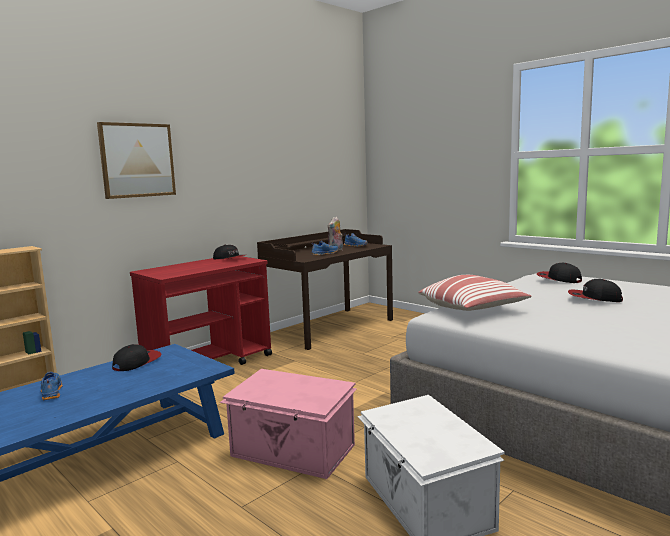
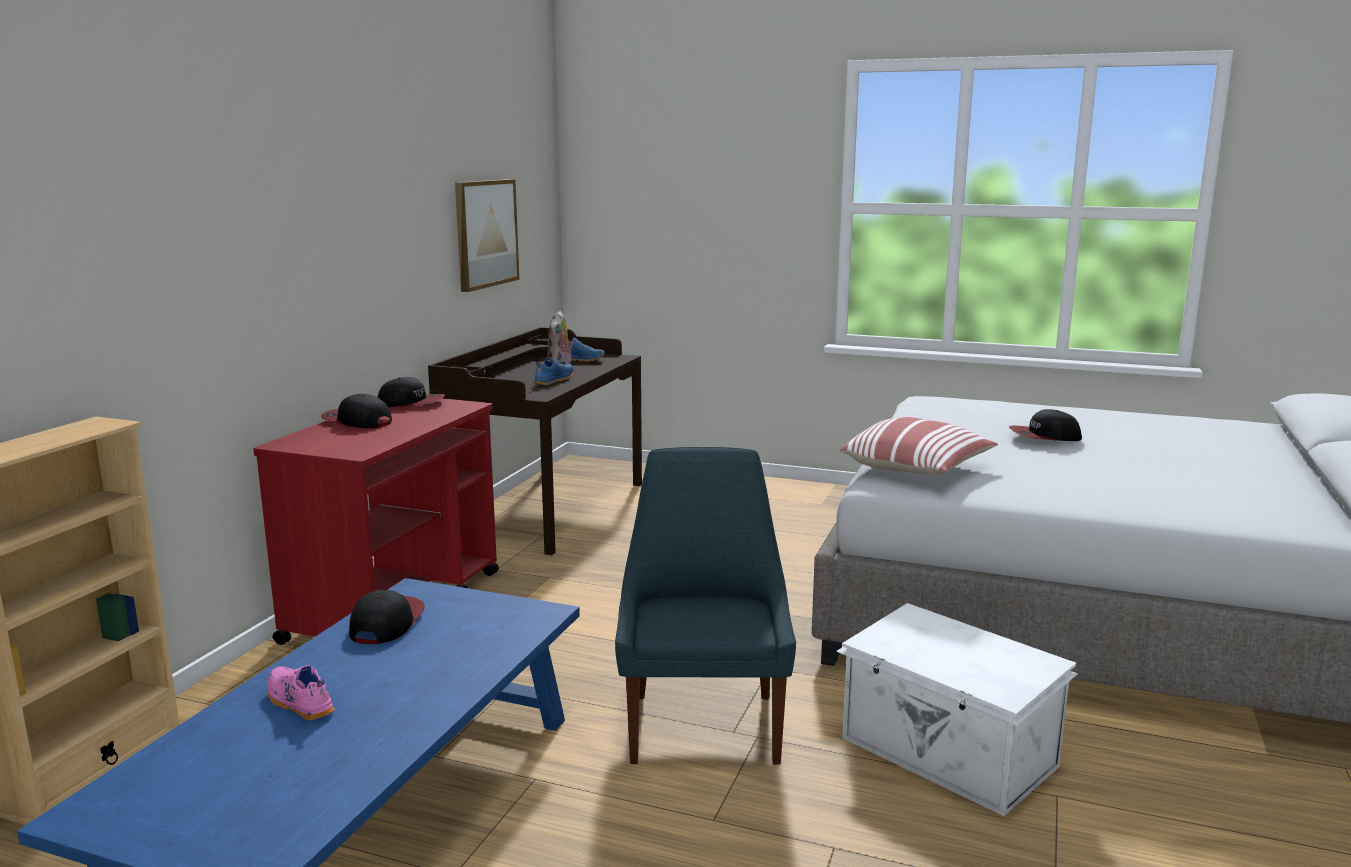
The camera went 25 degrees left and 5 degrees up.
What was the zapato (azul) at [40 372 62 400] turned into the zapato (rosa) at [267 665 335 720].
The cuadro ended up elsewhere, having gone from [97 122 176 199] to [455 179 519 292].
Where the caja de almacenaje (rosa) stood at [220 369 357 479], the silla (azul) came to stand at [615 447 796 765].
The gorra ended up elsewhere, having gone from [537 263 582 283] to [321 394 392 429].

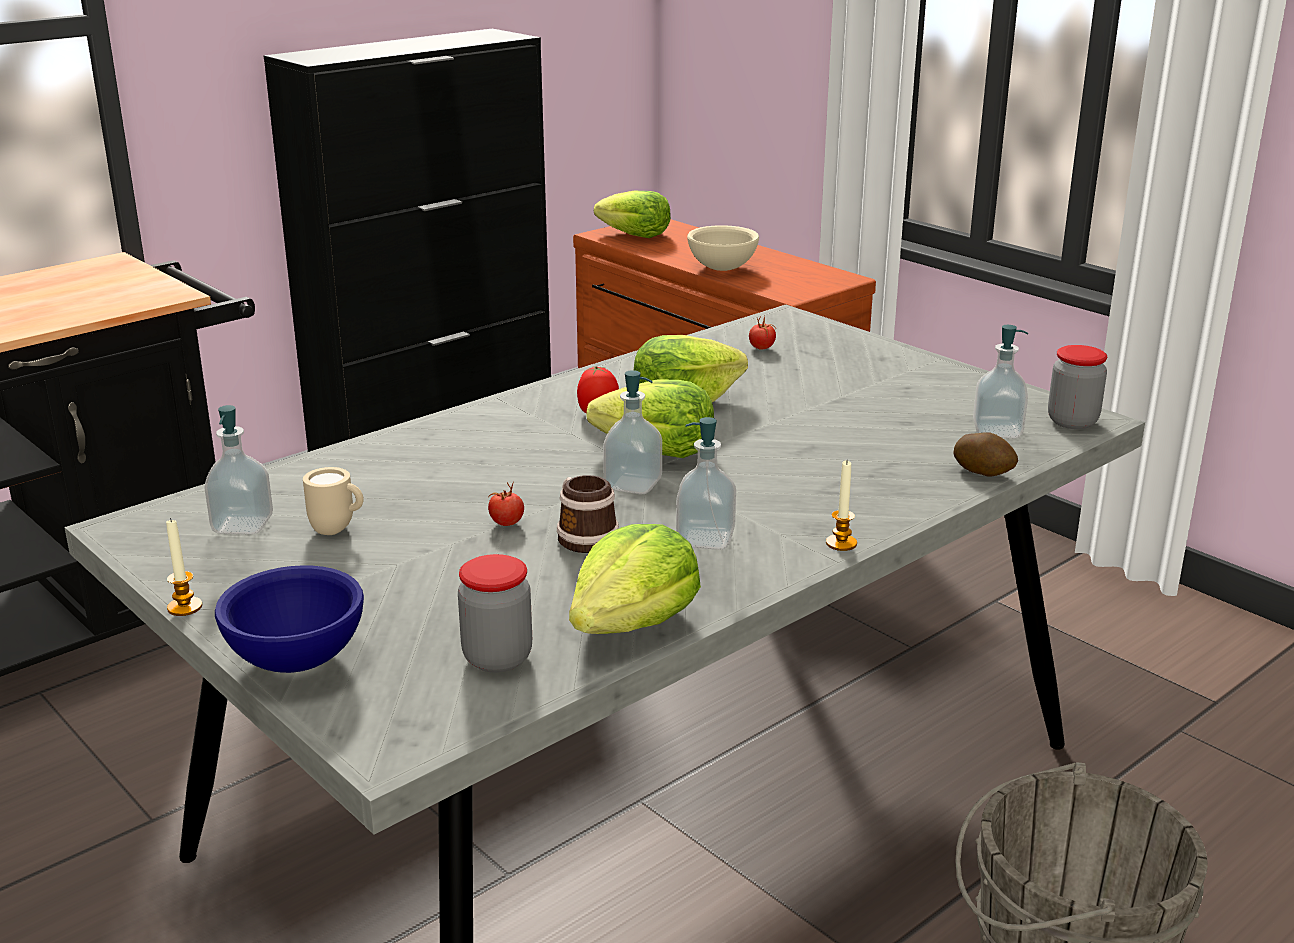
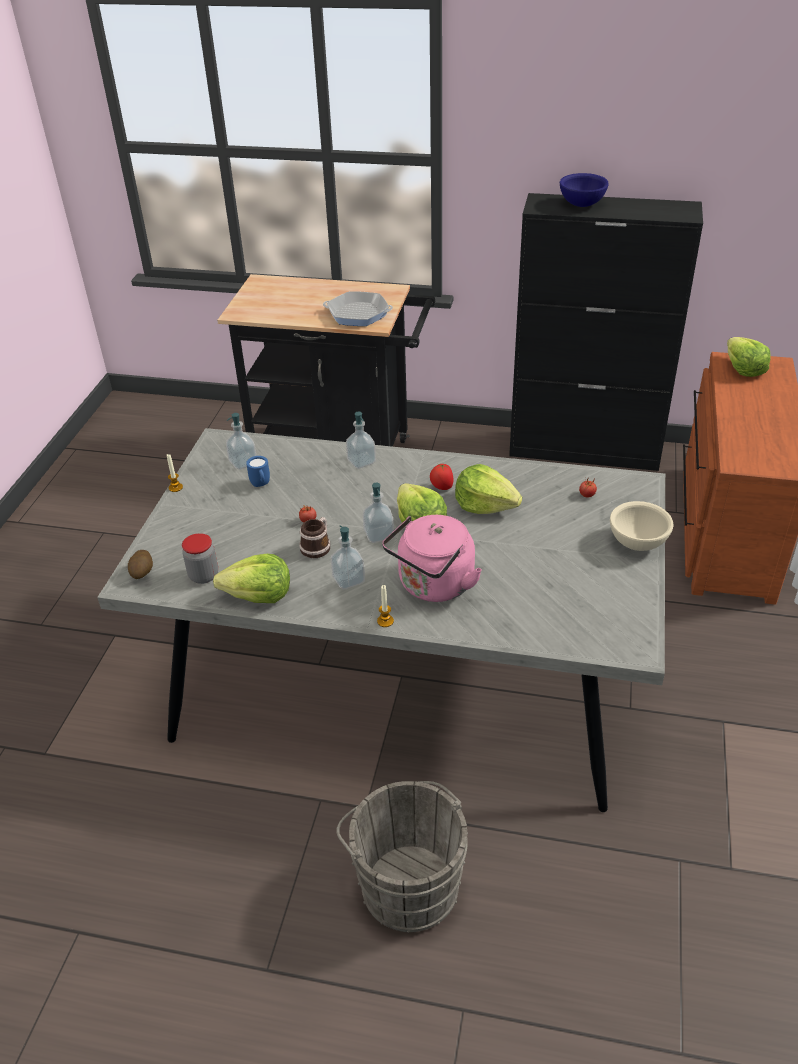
The camera went 55 degrees right and 15 degrees up.
The cuenco (azul) ended up elsewhere, having gone from [215 565 364 673] to [560 173 609 207].
What was the taza grande (beis) at [303 467 364 535] turned into the taza grande (azul) at [246 456 270 487].
The cuenco (beis) ended up elsewhere, having gone from [687 225 759 271] to [610 501 673 551].
The patata ended up elsewhere, having gone from [953 433 1018 476] to [128 550 153 579].
The dispensador de jabón ended up elsewhere, having gone from [973 325 1028 439] to [346 412 376 469].
The second view lost the tarro at [1048 345 1107 429].
The second view gained the sartén at [323 291 393 326].
The second view gained the hervidor (rosa) at [382 515 482 602].

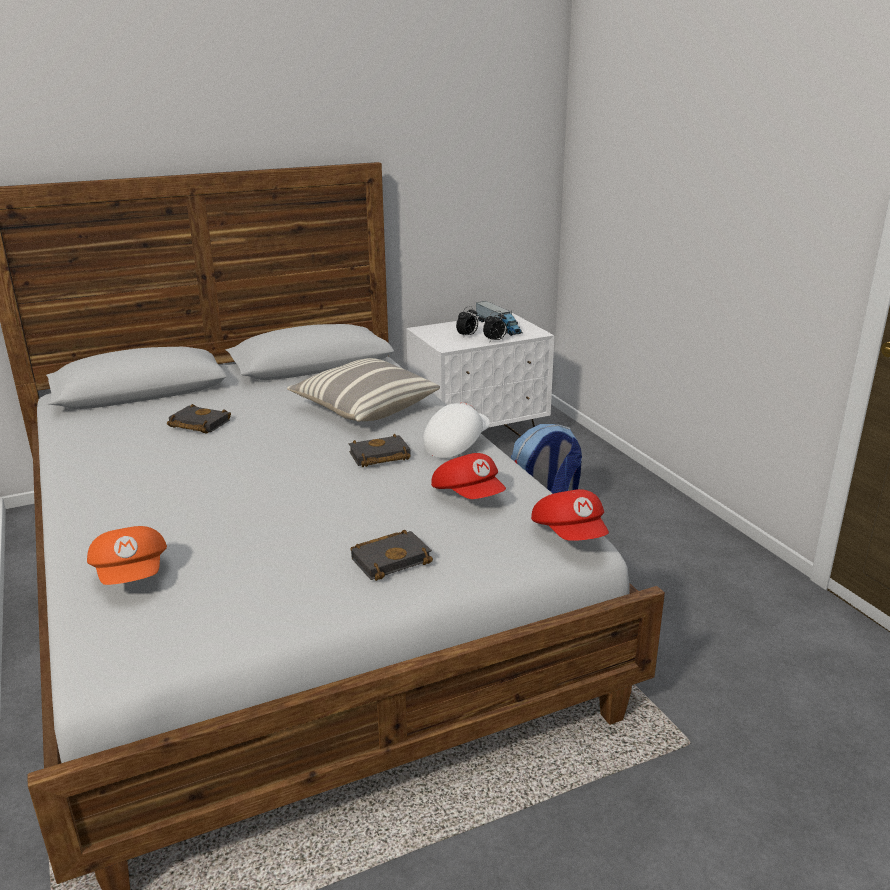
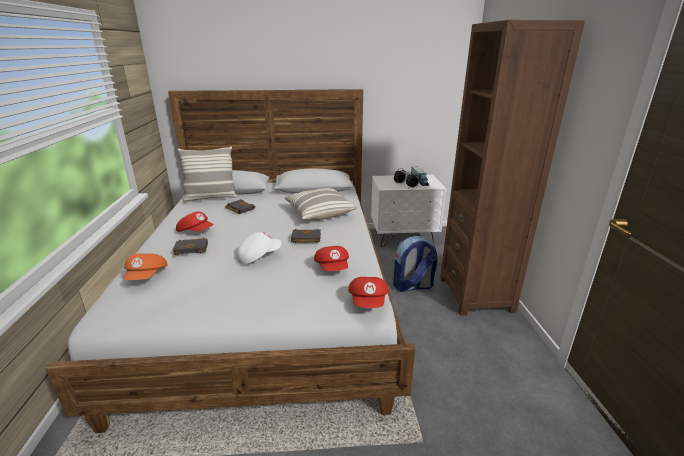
The camera went 20 degrees right and 0 degrees up.
The libro (negro) ended up elsewhere, having gone from [350 530 433 581] to [173 238 208 256].
The gorra (blanco) ended up elsewhere, having gone from [423 402 490 458] to [237 232 282 264].
The second view gained the gorra (rojo) at [176 212 214 232].
The second view gained the cojín at [178 147 238 203].
The second view gained the estantería (marrón) at [440 20 585 316].

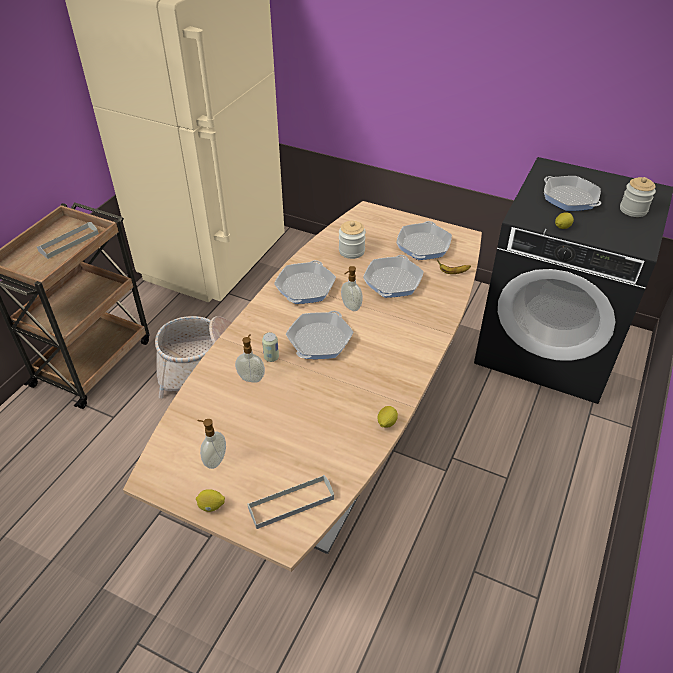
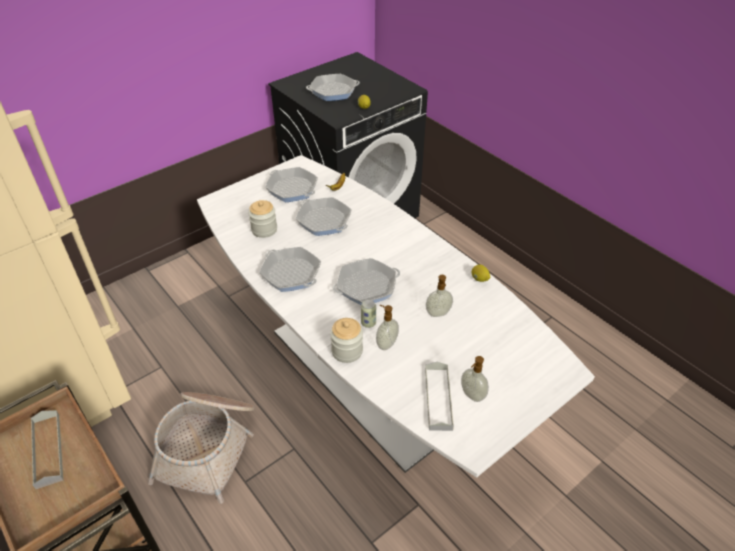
The camera went 65 degrees left and 0 degrees up.
What was the mesa de comedor (marrón) at [123 201 482 572] turned into the mesa de comedor (blanco) at [197 155 595 478].
The second view lost the limón at [196 489 225 512].
The bandeja (gris) ended up elsewhere, having gone from [247 475 334 529] to [425 362 454 431].
The sartén at [286 311 354 359] ended up facing another way, 105 degrees clockwise from before.
The dispensador de jabón ended up elsewhere, having gone from [341 266 362 311] to [426 275 453 317].
The tarro ended up elsewhere, having gone from [620 177 656 217] to [330 318 363 363].

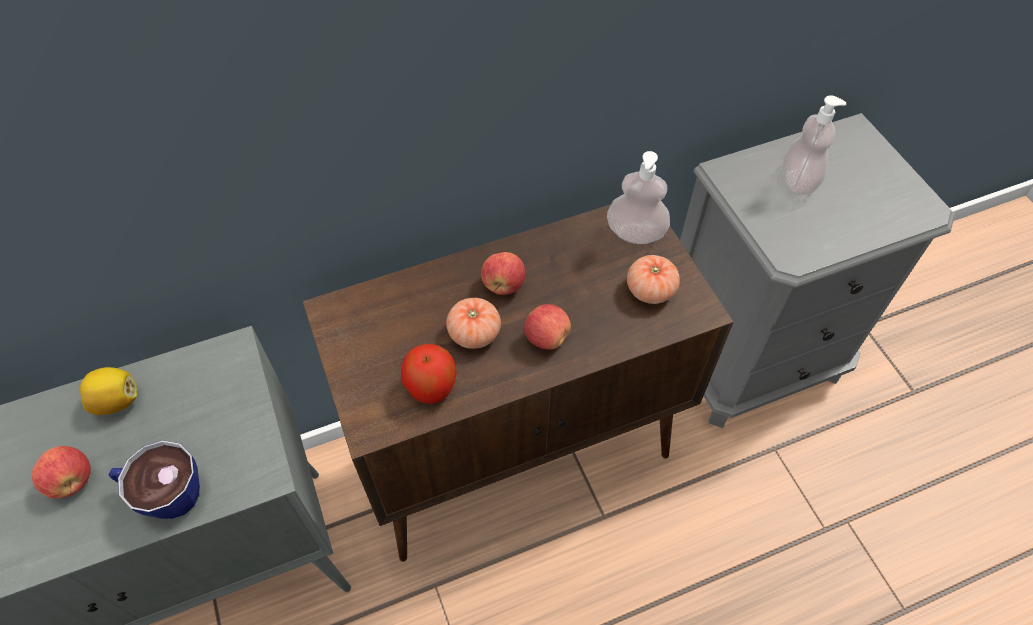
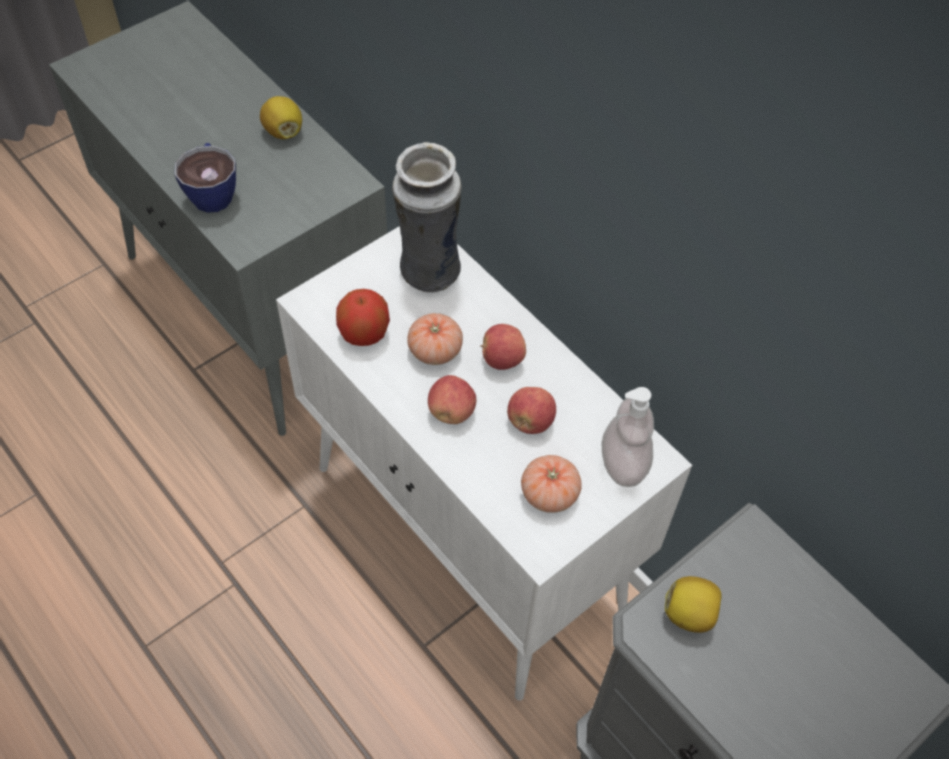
The camera went 70 degrees right and 0 degrees up.
The manzana ended up elsewhere, having gone from [32 446 91 499] to [507 387 556 434].
What was the armario (marrón) at [303 204 733 562] turned into the armario (blanco) at [276 226 692 701].
The second view lost the dispensador de jabón at [782 95 846 195].
The second view gained the florero at [392 142 462 292].
The second view gained the limón at [665 576 722 633].

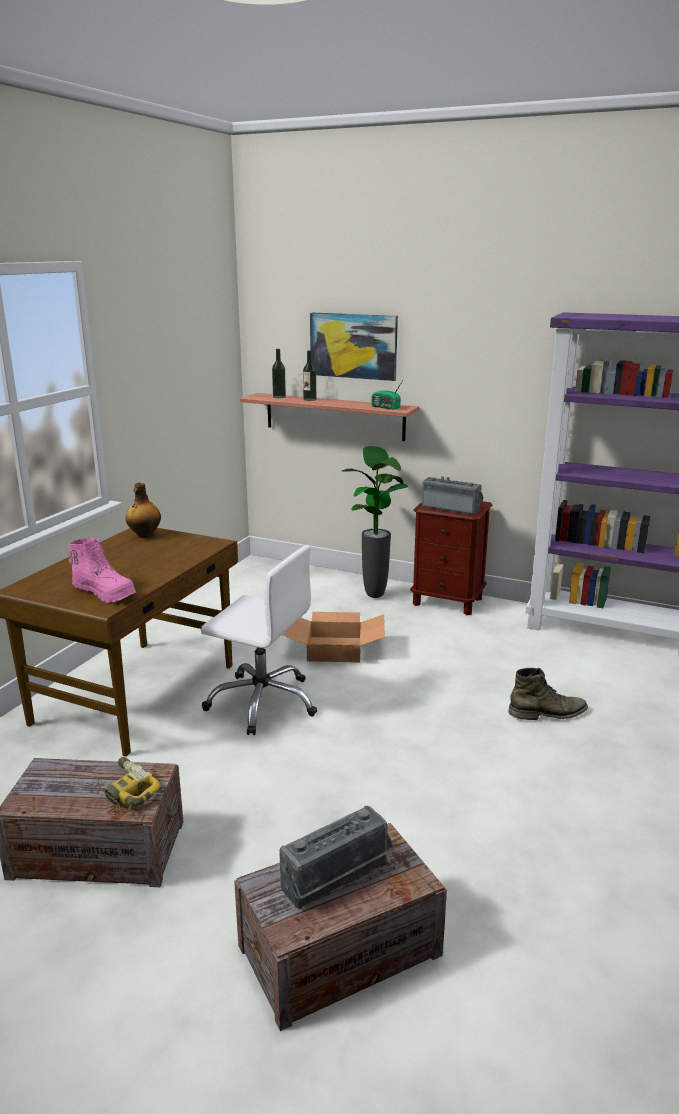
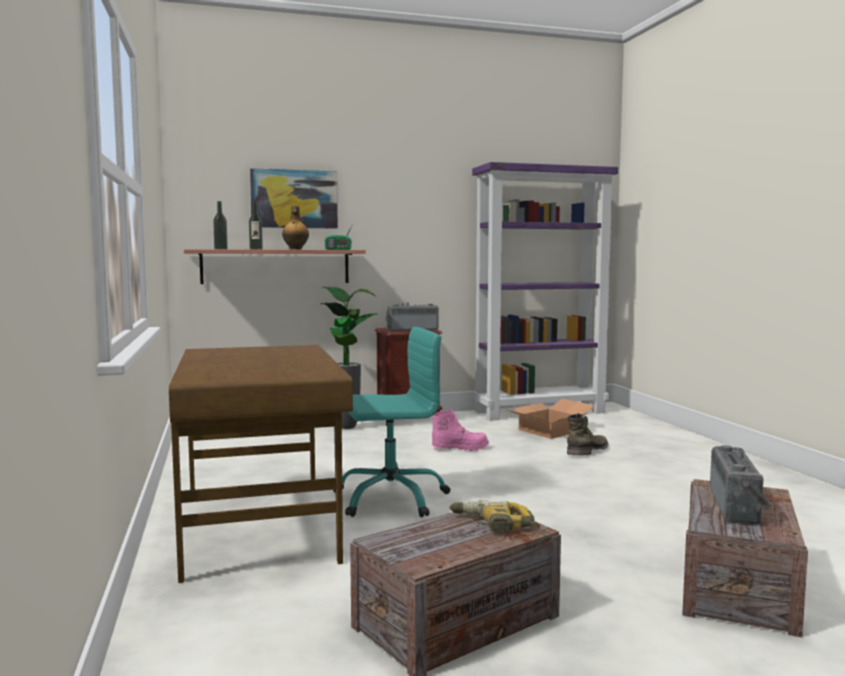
The camera went 40 degrees left and 15 degrees down.
The bota (rosa) ended up elsewhere, having gone from [68 538 136 603] to [432 409 489 451].
The botella ended up elsewhere, having gone from [125 482 161 538] to [282 206 309 250].
What was the silla de oficina (blanco) at [201 545 318 735] turned into the silla de oficina (turquesa) at [333 327 451 517].
The caja de cartón ended up elsewhere, having gone from [282 612 385 662] to [505 399 595 439].

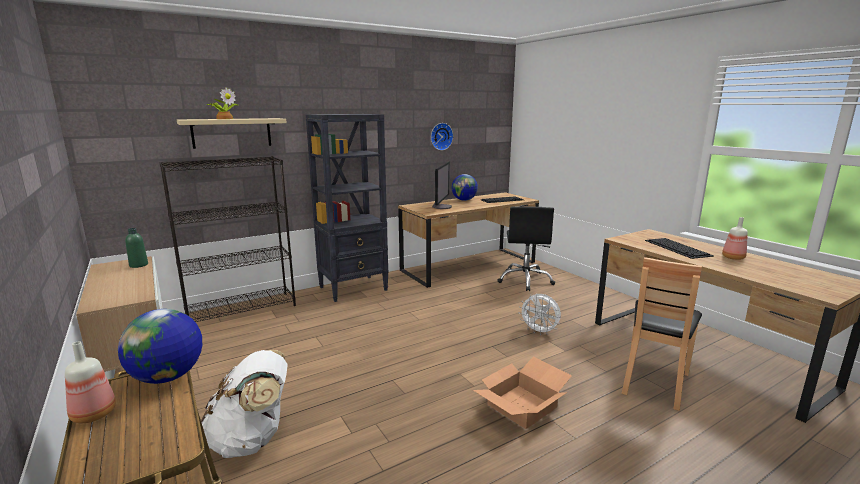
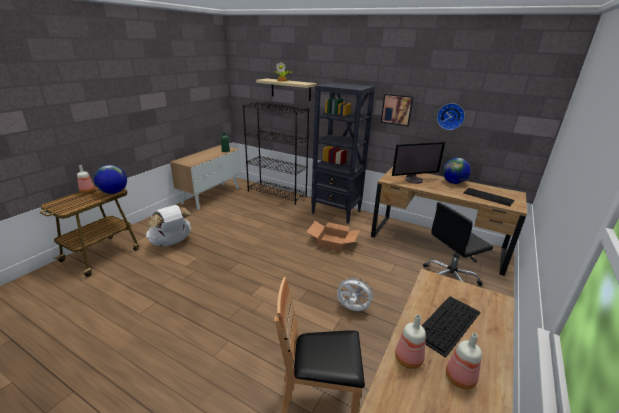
The camera went 60 degrees right and 10 degrees up.
The caja de cartón ended up elsewhere, having gone from [473 357 572 429] to [307 221 360 252].
The ventilador (blanco) at [519 294 561 335] ended up facing another way, 105 degrees clockwise from before.
The second view gained the cuadro at [381 93 414 126].
The second view gained the botella at [395 315 426 369].

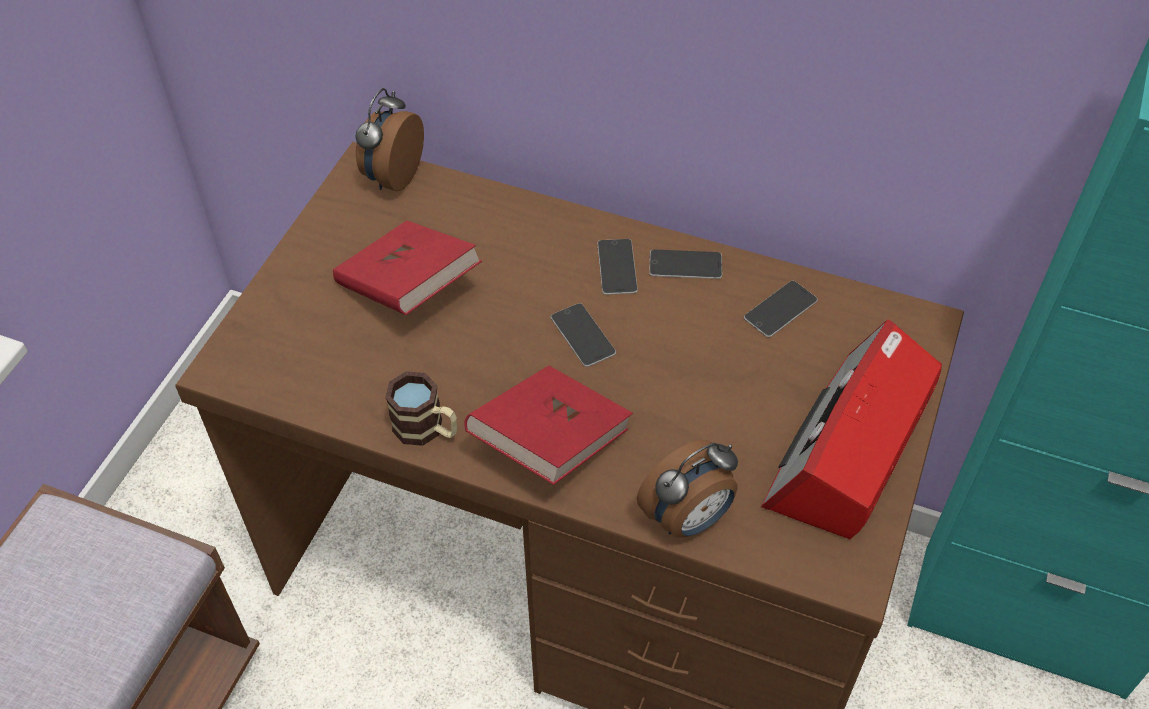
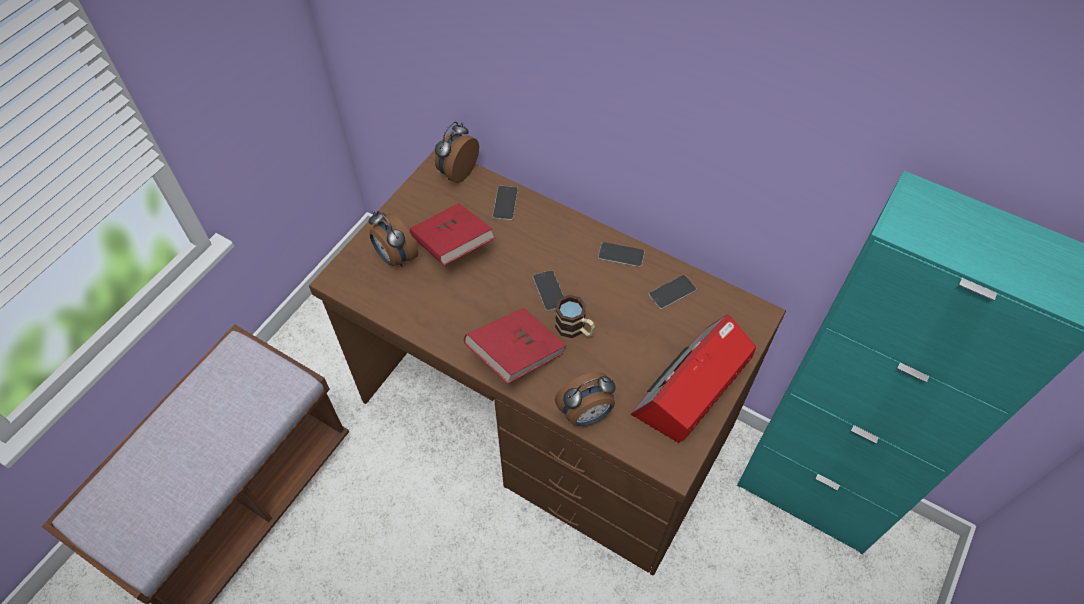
The camera went 10 degrees right and 5 degrees up.
The taza grande ended up elsewhere, having gone from [385 371 457 446] to [555 295 595 338].
The móvil ended up elsewhere, having gone from [597 239 638 295] to [493 186 518 220].
The second view gained the despertador at [369 211 418 267].

